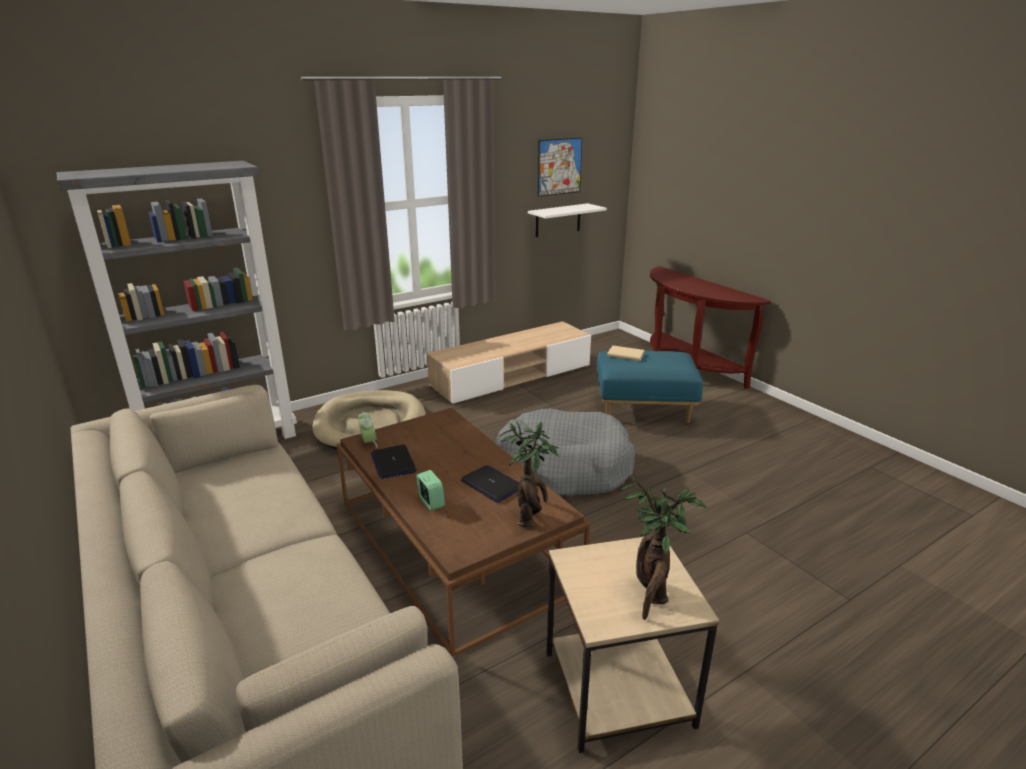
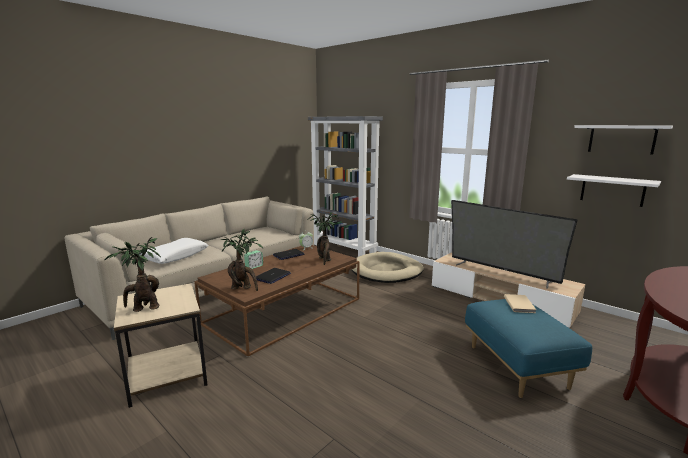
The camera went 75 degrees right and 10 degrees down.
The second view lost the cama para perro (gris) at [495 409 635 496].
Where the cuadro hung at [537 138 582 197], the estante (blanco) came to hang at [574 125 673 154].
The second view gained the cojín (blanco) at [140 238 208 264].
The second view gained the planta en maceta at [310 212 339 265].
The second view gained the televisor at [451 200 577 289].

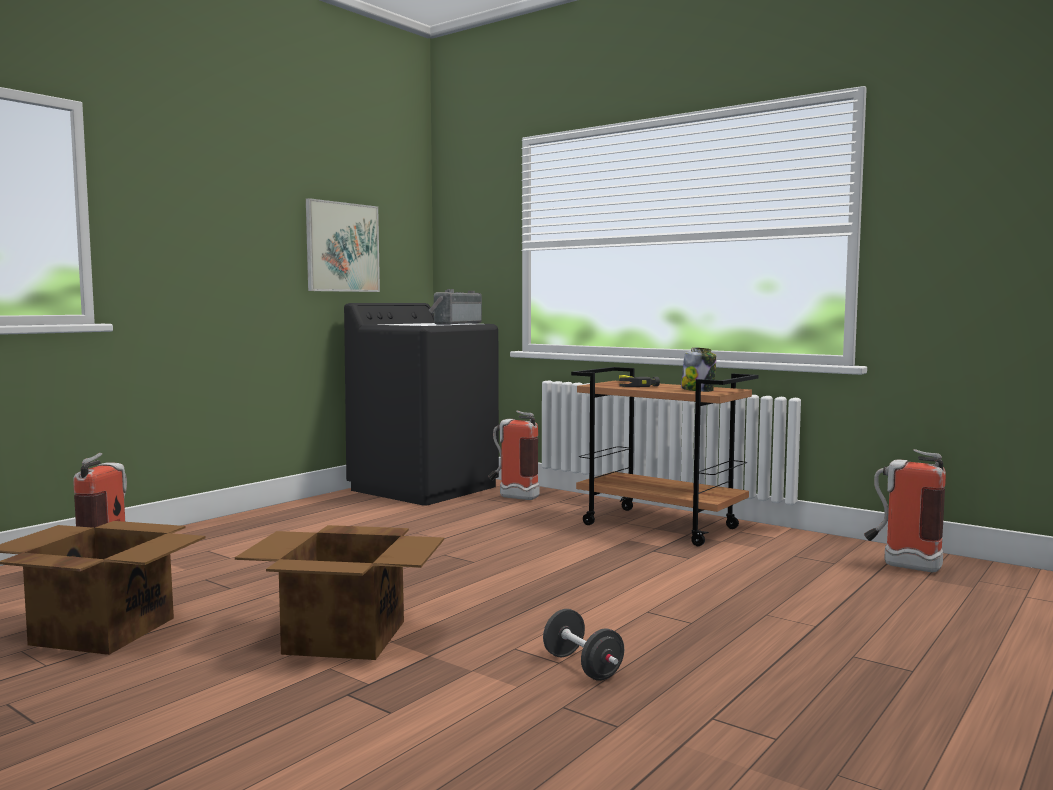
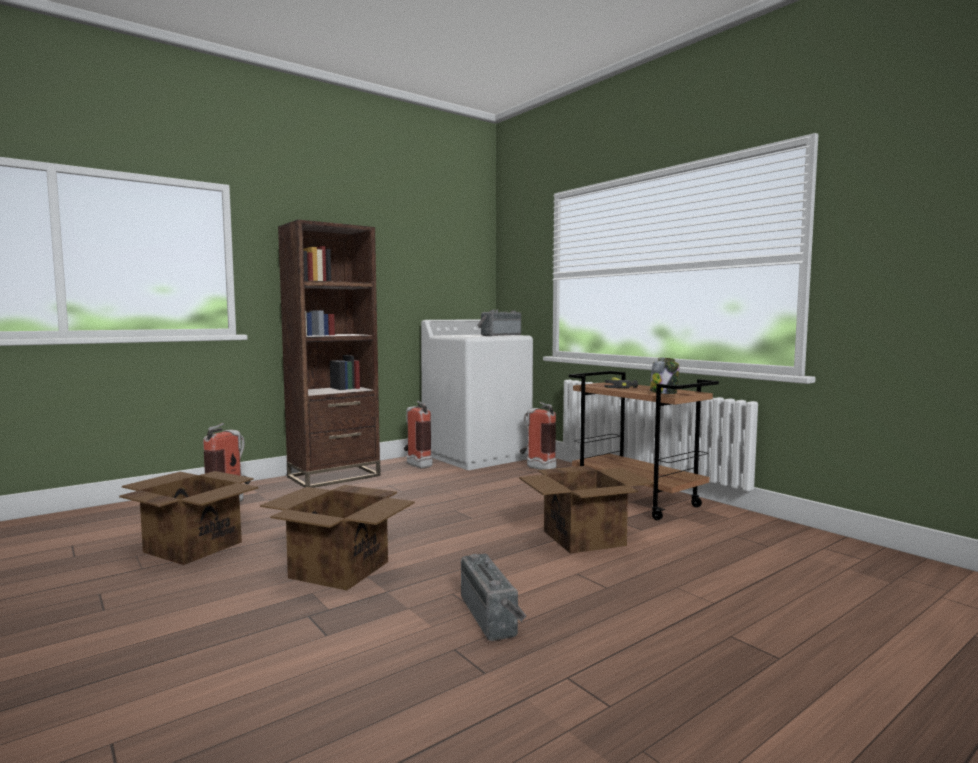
The camera went 15 degrees right and 0 degrees up.
The second view lost the cuadro at [306 198 380 292].
What was the lavadora (negro) at [344 303 499 506] turned into the lavadora (blanco) at [421 319 533 470].
Where the mancuerna (negro) stood at [543 609 624 681], the radio came to stand at [461 554 526 641].
The extintor ended up elsewhere, having gone from [864 449 946 572] to [404 400 433 469].
The second view gained the estantería (marrón) at [278 220 381 488].
The second view gained the caja de cartón at [519 466 654 554].

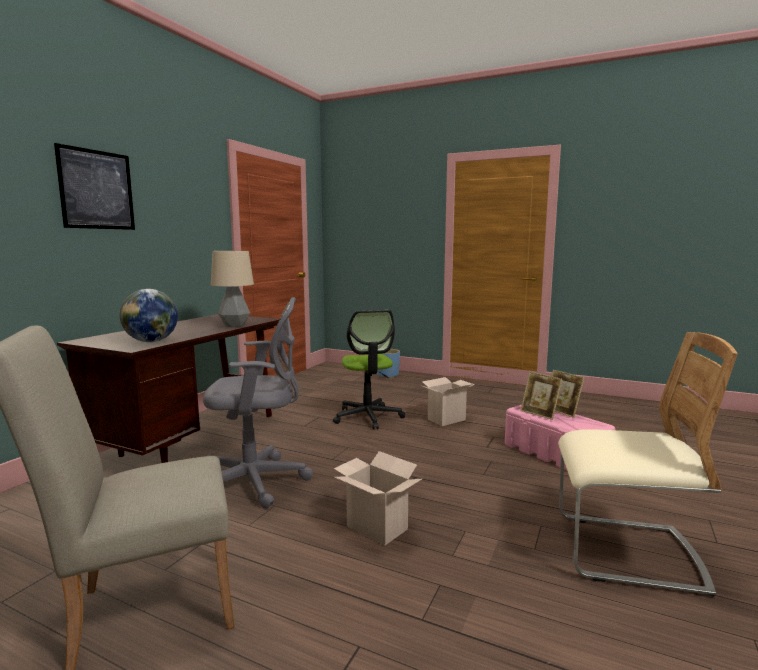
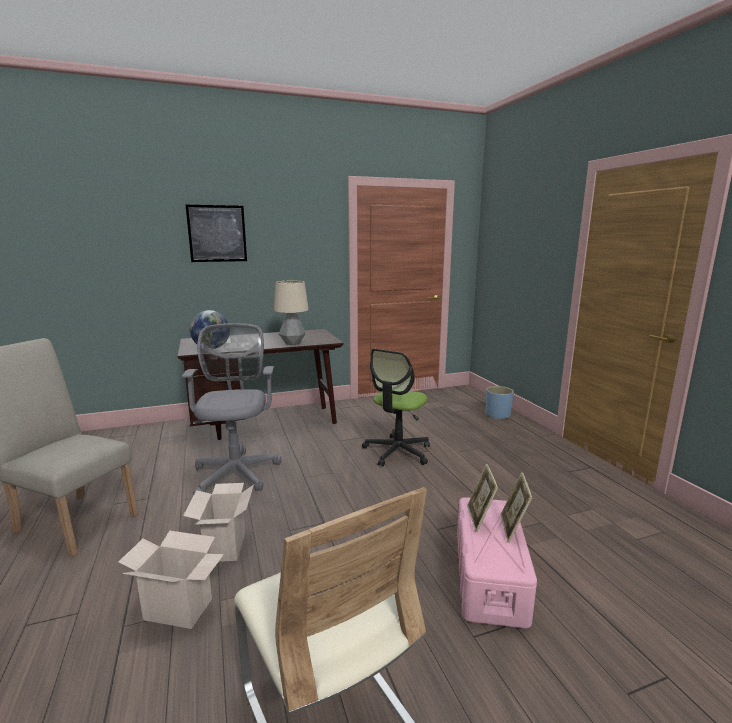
The camera went 45 degrees right and 5 degrees up.
The silla de oficina (gris) at [203 297 313 509] ended up facing another way, 135 degrees counterclockwise from before.
The caja de cartón ended up elsewhere, having gone from [420 377 475 426] to [118 531 224 629].

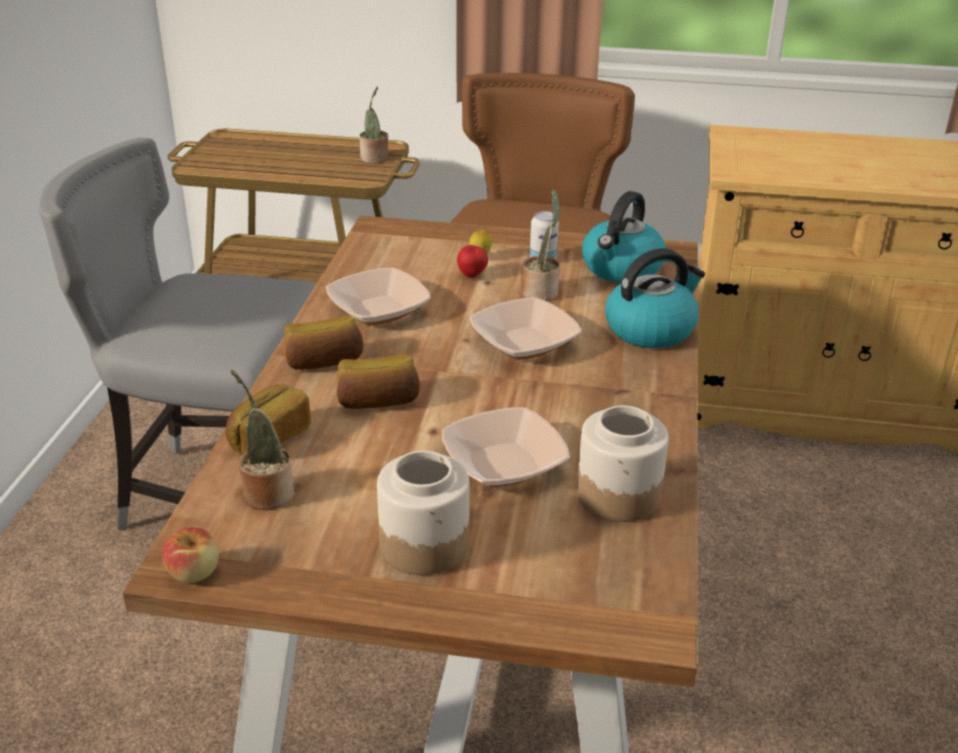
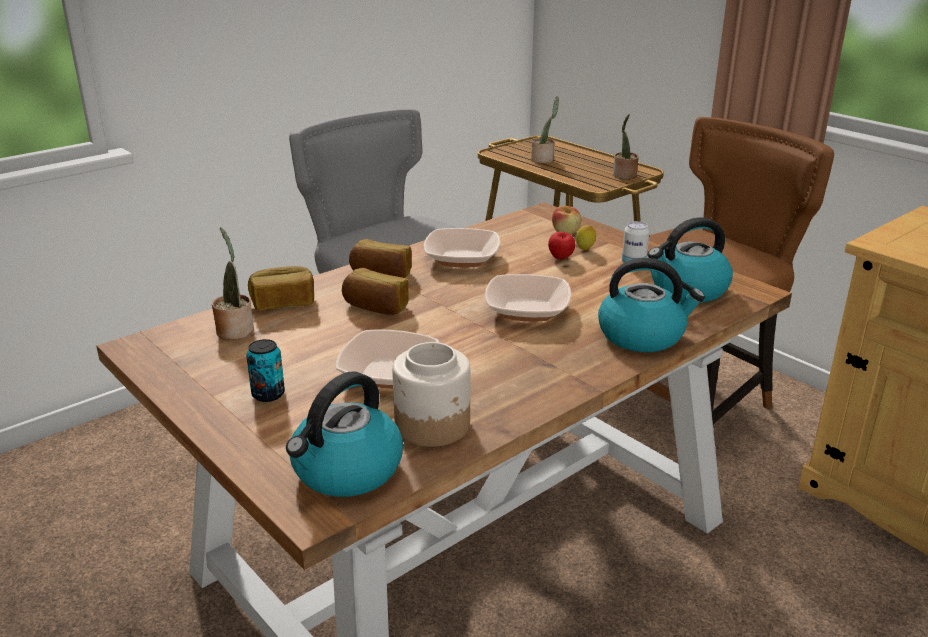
The camera went 40 degrees right and 5 degrees down.
The manzana ended up elsewhere, having gone from [162 527 219 583] to [552 206 581 234].
Where the tarro stood at [377 451 470 575], the lata came to stand at [246 339 285 402].
The planta en maceta ended up elsewhere, having gone from [521 189 560 301] to [531 96 559 163].
The second view gained the hervidor at [286 372 403 497].

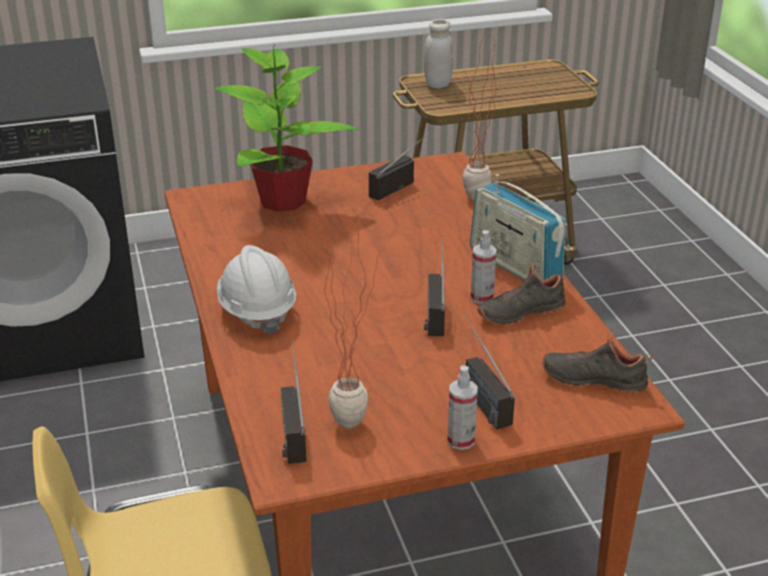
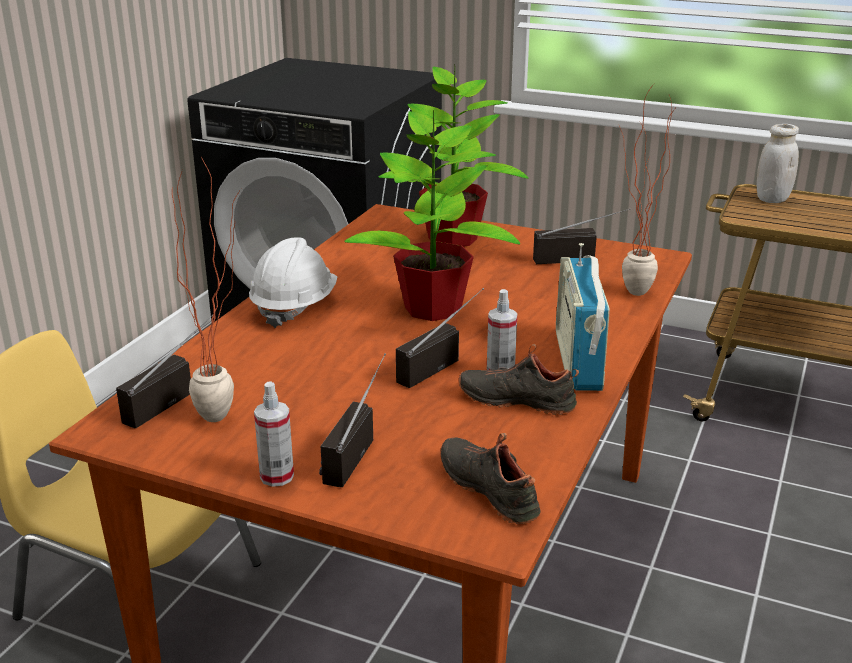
The camera went 40 degrees right and 5 degrees down.
The second view gained the planta en maceta at [345 110 520 321].

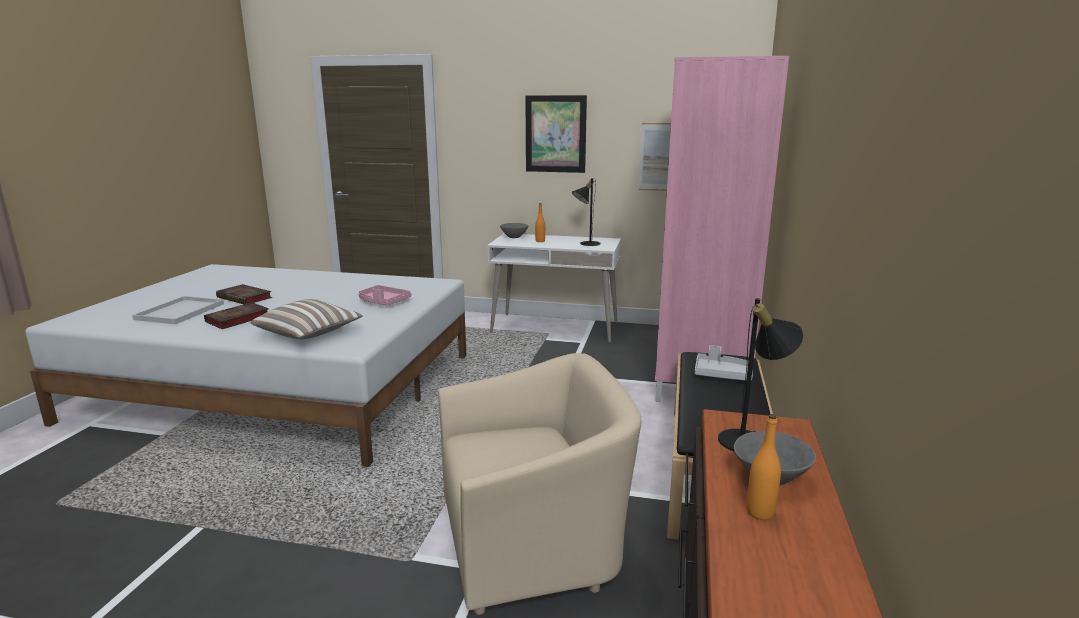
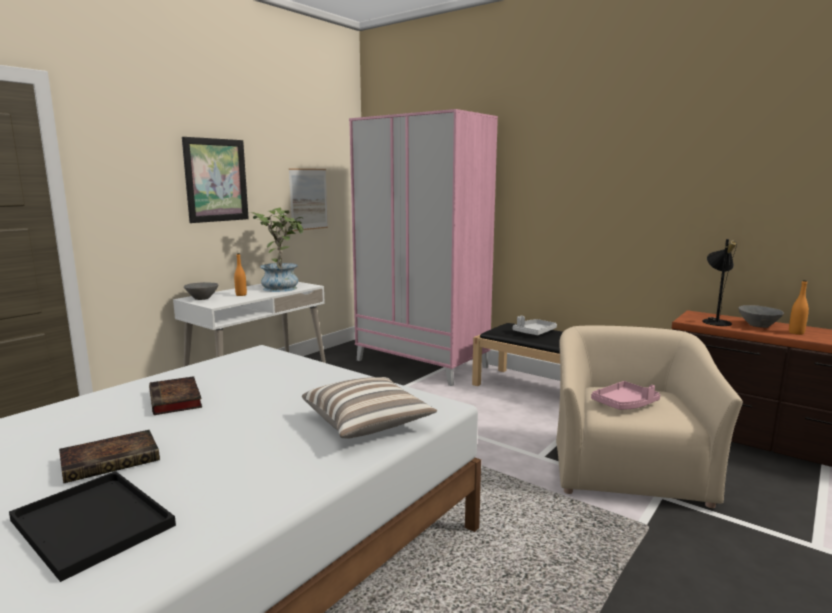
The camera went 65 degrees left and 5 degrees down.
What was the bandeja (blanco) at [132 296 224 324] turned into the bandeja (negro) at [9 471 176 582].
The libro ended up elsewhere, having gone from [204 302 269 329] to [149 376 202 415].
The bandeja (rosa) ended up elsewhere, having gone from [359 285 411 306] to [591 381 660 410].
Where the lámpara de mesa (negro) stood at [572 178 601 246], the planta en maceta came to stand at [250 207 304 292].

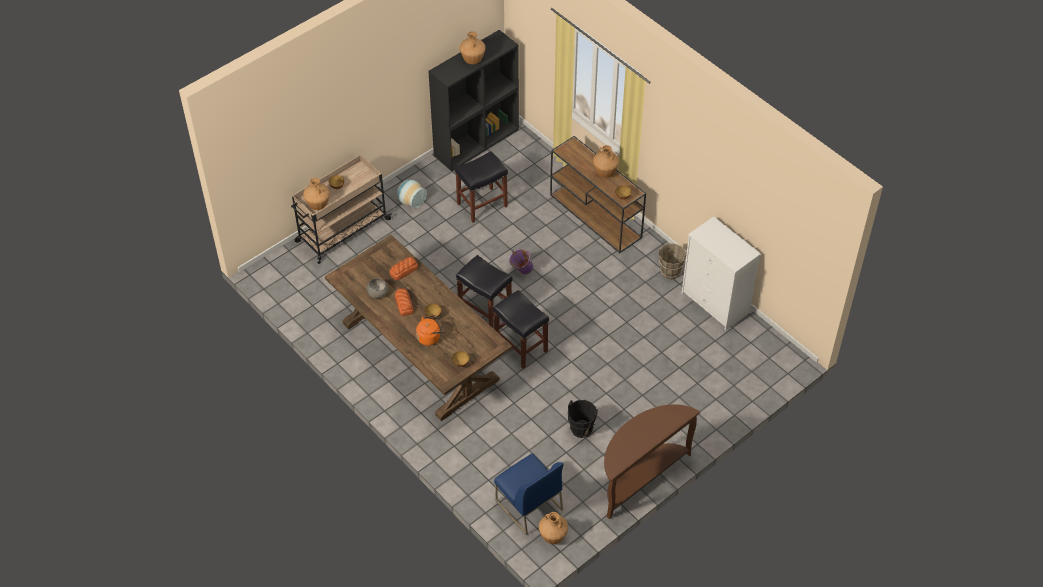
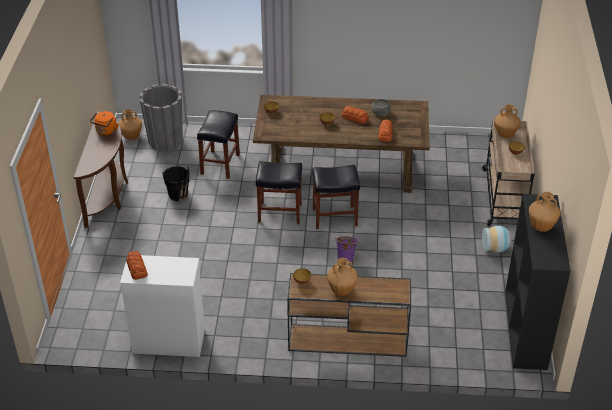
The camera went 135 degrees right and 10 degrees down.
The hervidor (naranja) ended up elsewhere, having gone from [416 315 443 346] to [90 111 119 135].
The taburete (negro) ended up elsewhere, having gone from [455 151 508 223] to [197 110 240 179].
Where the silla (azul) stood at [494 453 564 535], the maceta (gris) came to stand at [140 84 183 152].
The second view lost the cubo (marrón) at [659 244 687 280].
The second view gained the pan at [126 251 148 280].

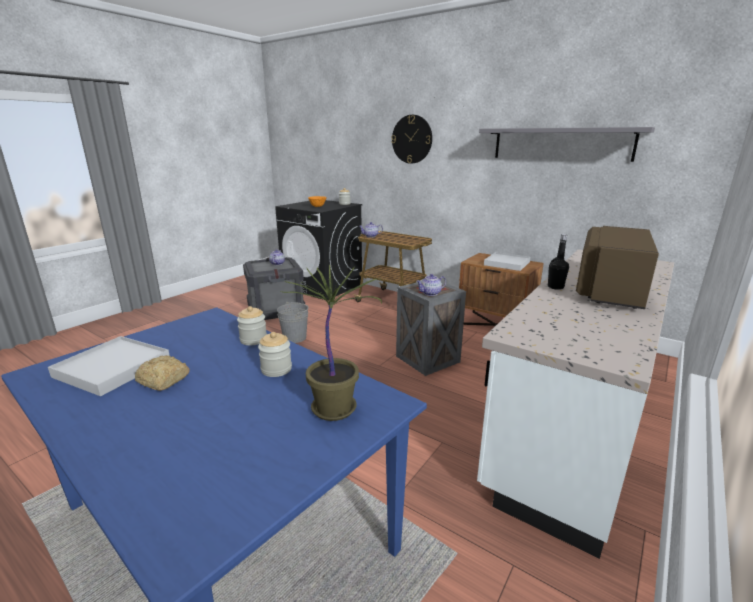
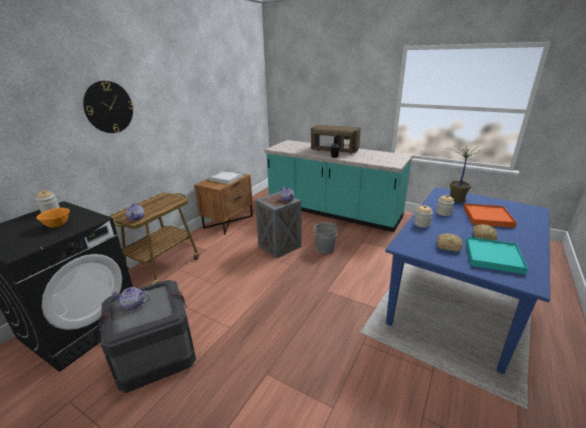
The camera went 95 degrees left and 5 degrees up.
What was the bandeja (blanco) at [48 336 170 396] turned into the bandeja (turquesa) at [466 237 528 275].
The cubo (gris) ended up elsewhere, having gone from [277 302 308 343] to [314 222 338 254].
What was the mueble bajo de cocina (blanco) at [477 250 674 559] turned into the mueble bajo de cocina (turquesa) at [264 140 413 232].
The second view lost the estante (gris) at [479 127 655 162].
The second view gained the pan at [437 233 462 252].
The second view gained the bandeja (naranja) at [464 204 517 228].

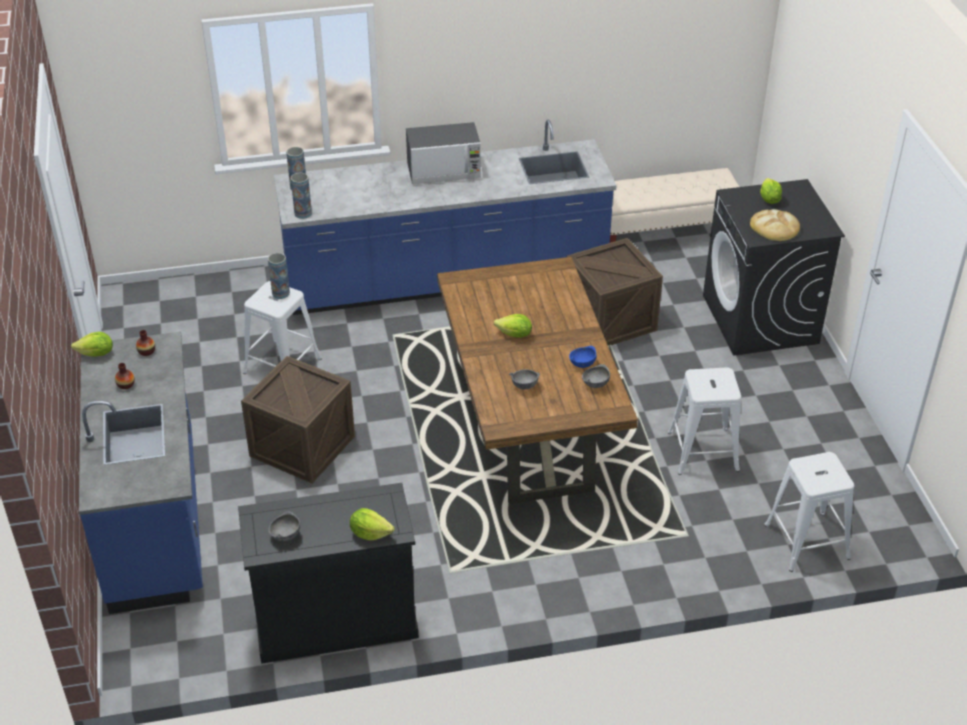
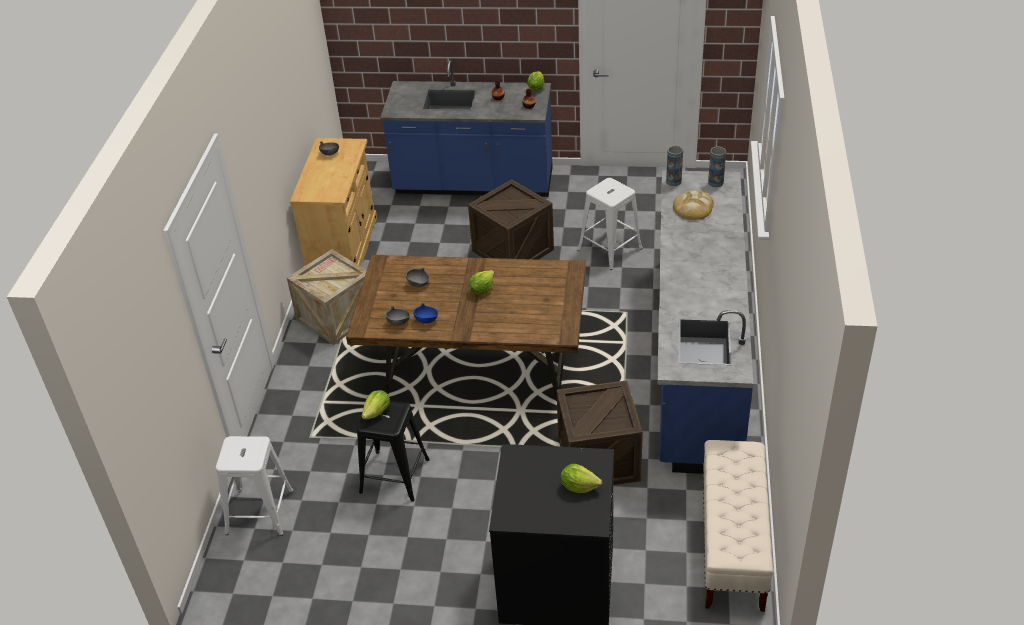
The camera went 110 degrees right and 0 degrees up.
What was the armario (negro) at [238 483 419 664] turned into the armario (beis) at [290 138 377 267].
The second view lost the florero at [268 253 290 299].
The lechuga ended up elsewhere, having gone from [350 508 394 540] to [362 390 390 420].
The second view lost the microondas at [406 122 481 184].
What was the taburete (blanco) at [668 367 741 475] turned into the taburete (negro) at [357 401 430 502].
The pan ended up elsewhere, having gone from [750 209 800 241] to [673 190 714 220].
The second view gained the caja de embalaje at [287 249 367 345].

